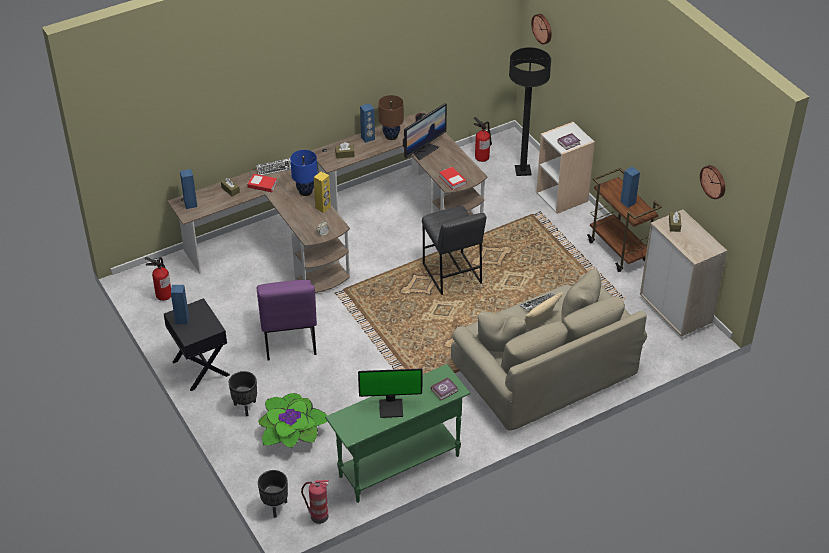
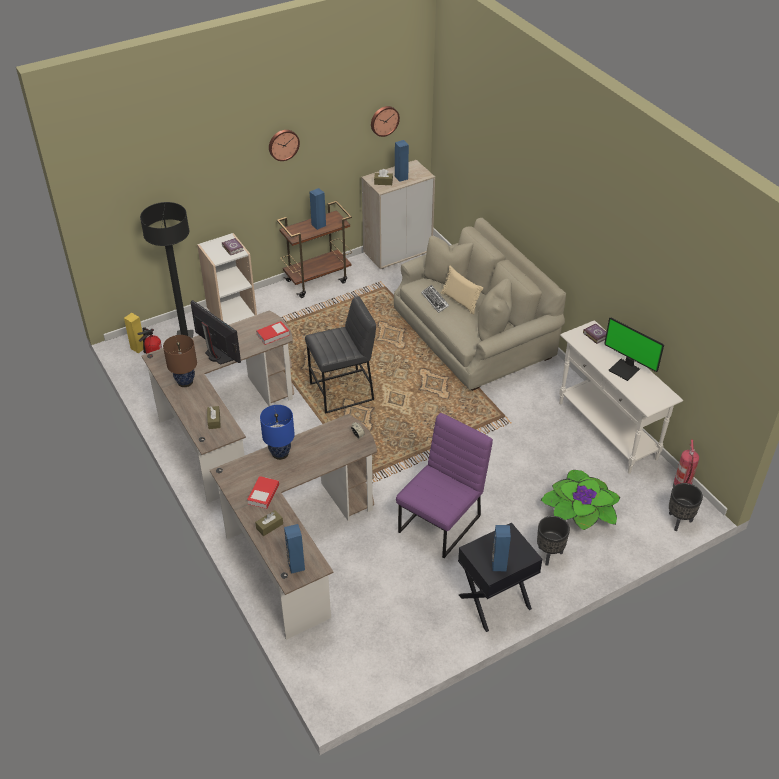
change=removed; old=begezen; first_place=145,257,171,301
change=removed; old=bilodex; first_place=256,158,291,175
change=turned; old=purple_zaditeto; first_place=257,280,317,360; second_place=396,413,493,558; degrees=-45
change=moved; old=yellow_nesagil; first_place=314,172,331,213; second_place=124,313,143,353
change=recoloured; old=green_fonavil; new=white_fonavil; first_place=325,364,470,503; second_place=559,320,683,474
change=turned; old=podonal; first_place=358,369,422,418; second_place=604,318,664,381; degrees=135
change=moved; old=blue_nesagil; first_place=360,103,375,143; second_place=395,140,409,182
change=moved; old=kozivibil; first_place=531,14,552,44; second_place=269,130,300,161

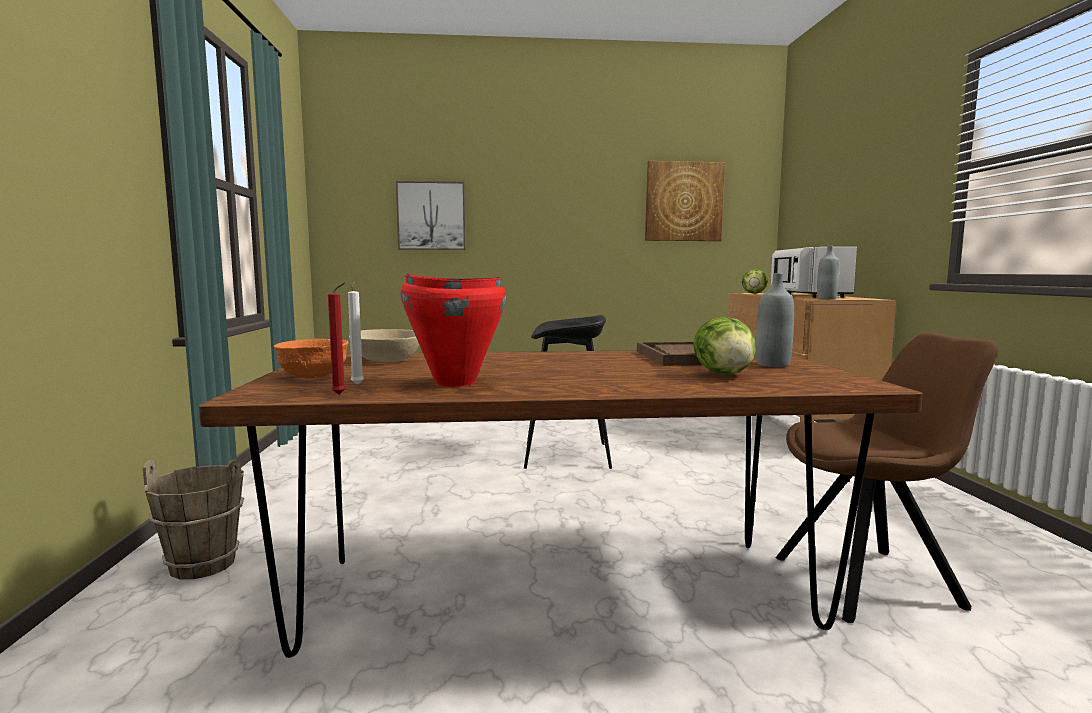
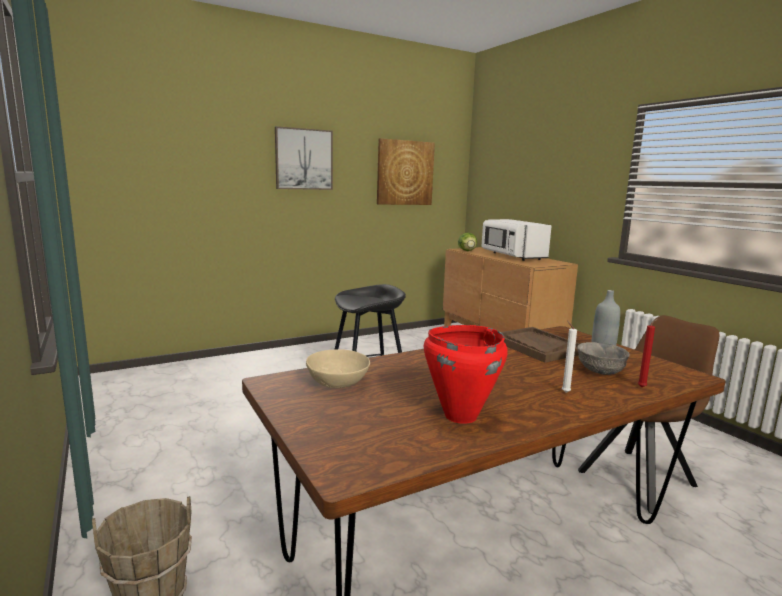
change=removed; old=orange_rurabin; first_place=274,339,349,378
change=moved; old=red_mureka; first_place=328,282,346,395; second_place=638,319,657,387
change=moved; old=white_mureka; first_place=348,281,364,385; second_place=562,320,577,393
change=moved; old=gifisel; first_place=396,181,466,250; second_place=275,126,333,190
change=replaced; old=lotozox; new=grey_rurabin; first_place=693,317,756,375; second_place=577,342,630,375
change=removed; old=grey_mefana; first_place=817,246,839,300

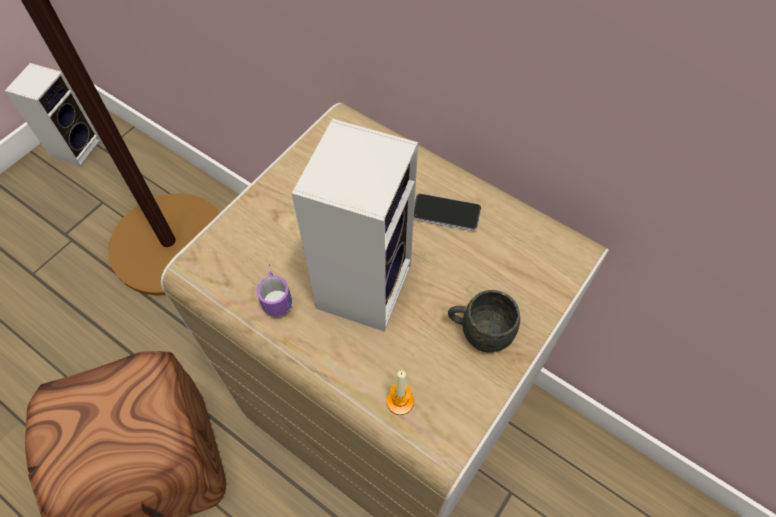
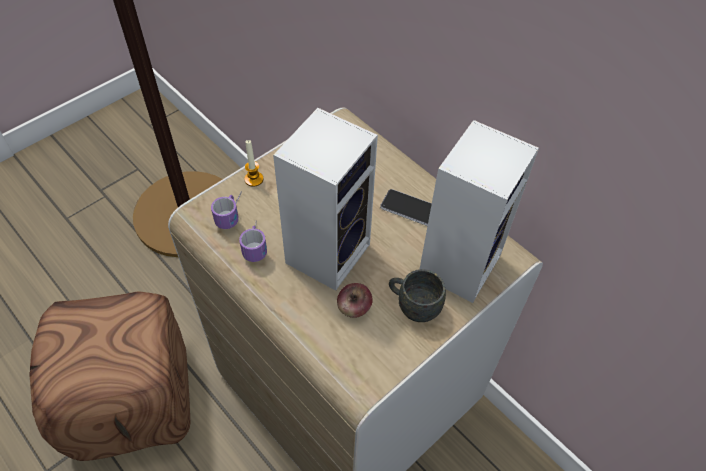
change=moved; old=nesagil; first_place=4,63,101,166; second_place=420,120,539,303
change=moved; old=mureka; first_place=387,370,414,415; second_place=244,140,263,187
change=added; new=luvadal; second_place=211,191,242,229
change=added; new=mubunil; second_place=337,283,373,318

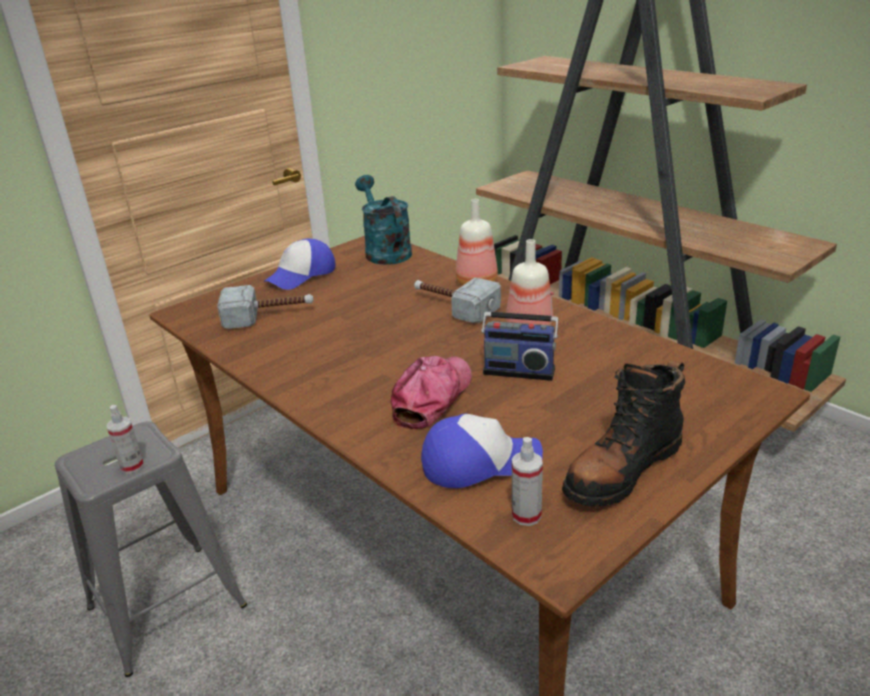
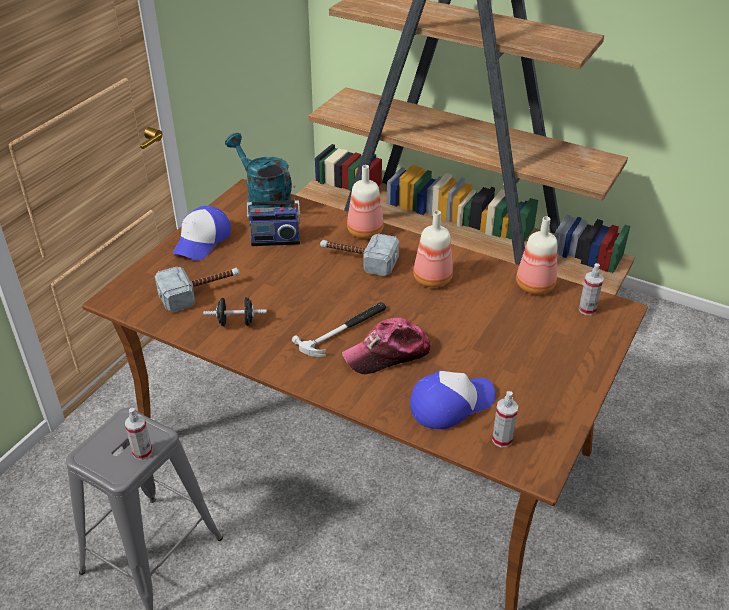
change=turned; old=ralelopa; first_place=391,356,472,429; second_place=342,318,432,374; degrees=-120
change=moved; old=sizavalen; first_place=481,292,559,381; second_place=247,185,300,246
change=removed; old=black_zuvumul; first_place=562,360,685,507
change=added; new=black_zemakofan; second_place=203,297,267,327
change=added; new=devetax; second_place=292,302,386,357
change=added; new=mefana; second_place=516,217,558,294
change=added; new=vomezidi; second_place=579,263,604,315

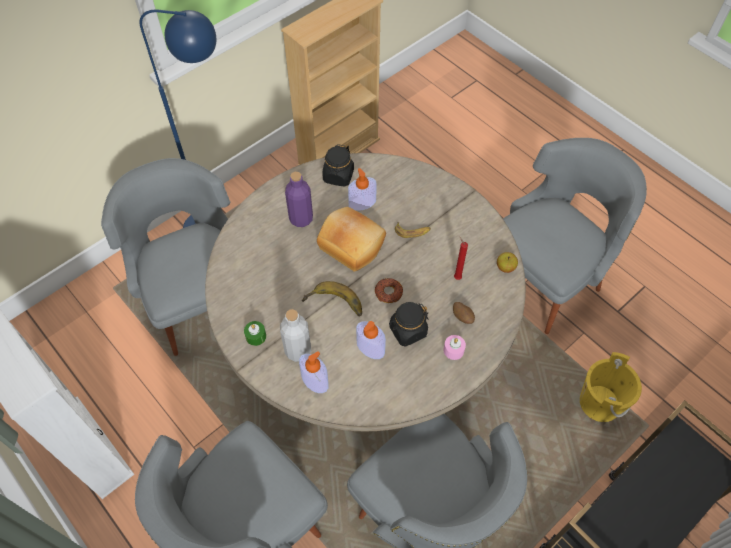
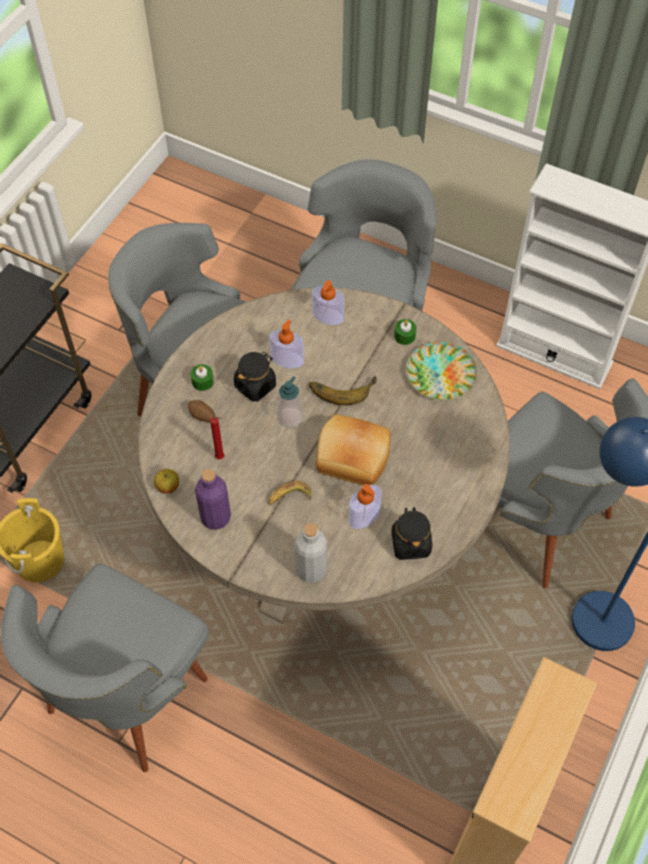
change=moved; old=grey_mefana; first_place=280,309,311,362; second_place=295,523,327,583
change=moved; old=purple_mefana; first_place=285,172,313,227; second_place=195,469,231,530
change=replaced; old=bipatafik; new=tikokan; first_place=375,278,403,303; second_place=277,377,303,428
change=recoloured; old=pink_mureka; new=green_mureka; first_place=443,335,466,360; second_place=190,364,214,391
change=added; new=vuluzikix; second_place=406,342,477,400

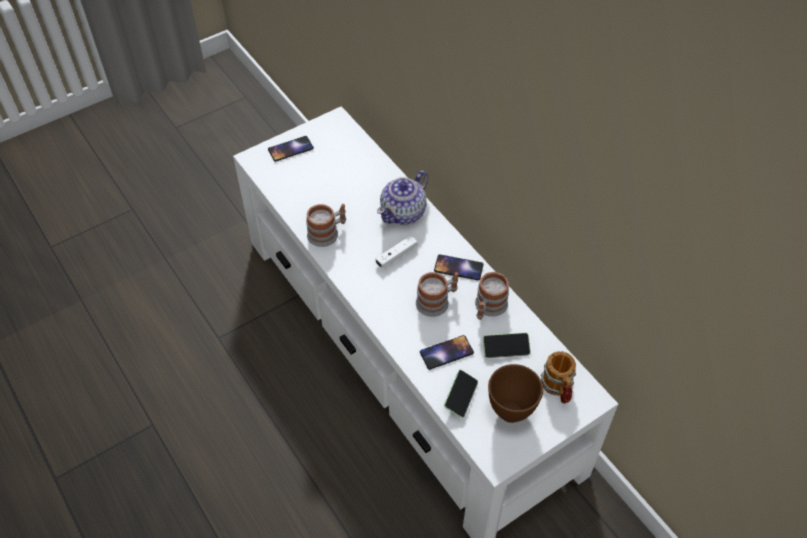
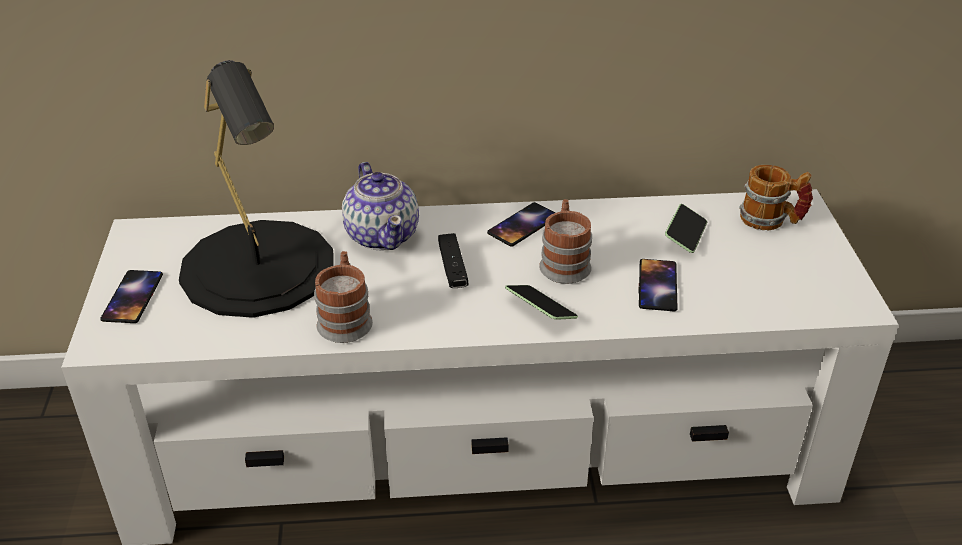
change=recoloured; old=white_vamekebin; new=black_vamekebin; first_place=375,235,418,268; second_place=438,233,469,288
change=moved; old=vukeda; first_place=444,370,478,418; second_place=505,285,578,320
change=removed; old=luvadal; first_place=475,272,509,320
change=removed; old=brown_rurabin; first_place=488,364,543,423
change=added; new=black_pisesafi; second_place=179,60,333,318

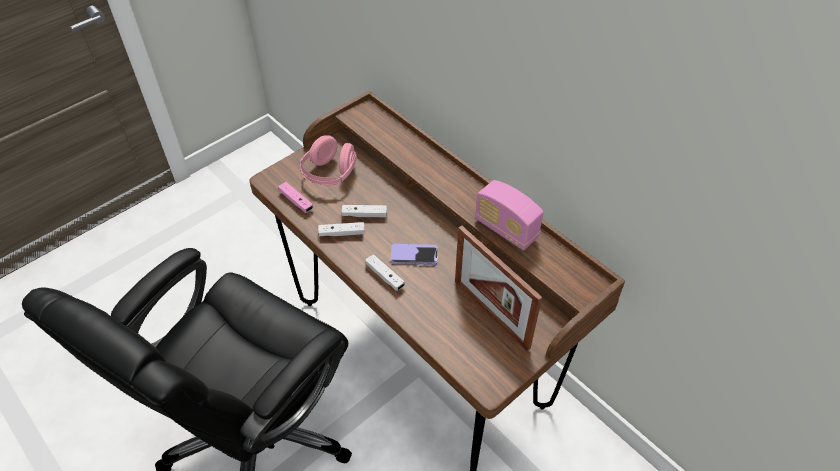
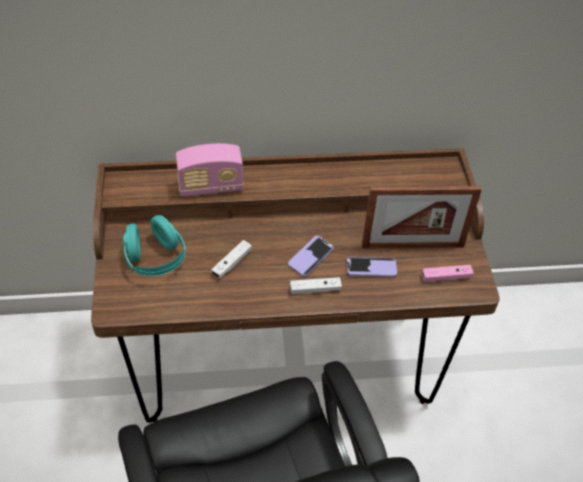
change=moved; old=pink_vamekebin; first_place=278,182,313,213; second_place=422,265,473,282
change=recoloured; old=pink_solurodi; new=turquoise_solurodi; first_place=300,135,357,185; second_place=123,215,186,276
change=removed; old=white_vamekebin; first_place=318,222,365,236
change=moved; old=sizavalen; first_place=475,180,544,250; second_place=176,143,244,197
change=added; new=vukeda; second_place=347,257,397,277

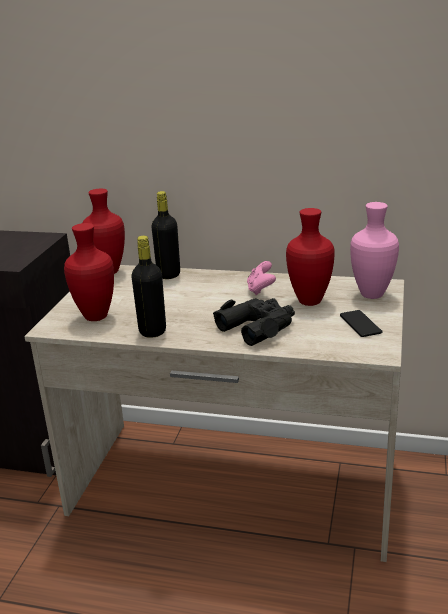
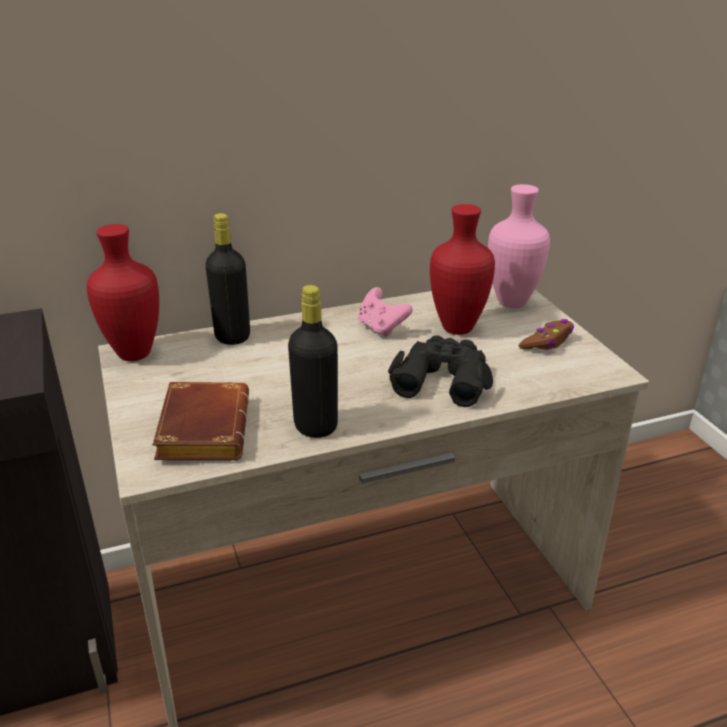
change=replaced; old=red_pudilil; new=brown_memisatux; first_place=64,223,114,321; second_place=153,382,249,460
change=replaced; old=vukeda; new=brown_vamekebin; first_place=340,310,382,337; second_place=519,319,574,350

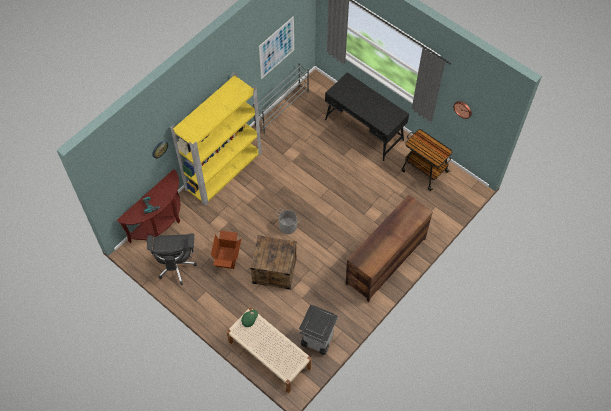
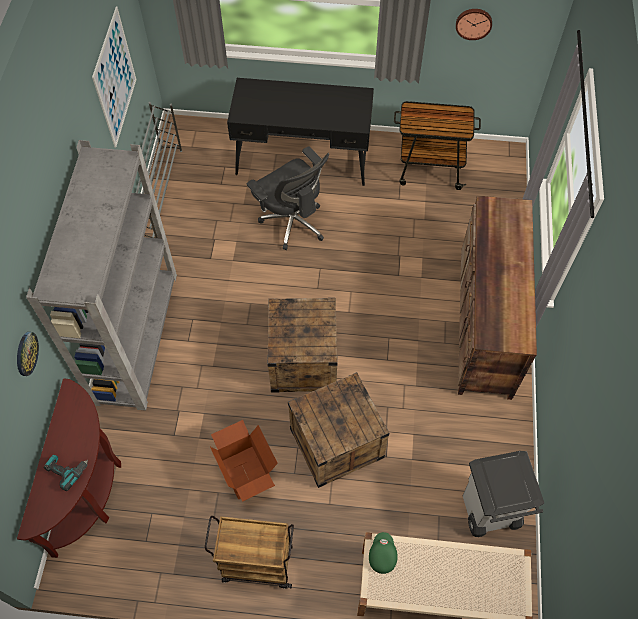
change=moved; old=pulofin; first_place=147,233,197,285; second_place=247,146,329,250
change=recoloured; old=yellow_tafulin; new=grey_tafulin; first_place=170,72,262,206; second_place=26,140,177,411
change=replaced; old=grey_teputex; new=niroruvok; first_place=276,208,300,234; second_place=267,298,338,393
change=added; new=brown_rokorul; second_place=205,516,294,589

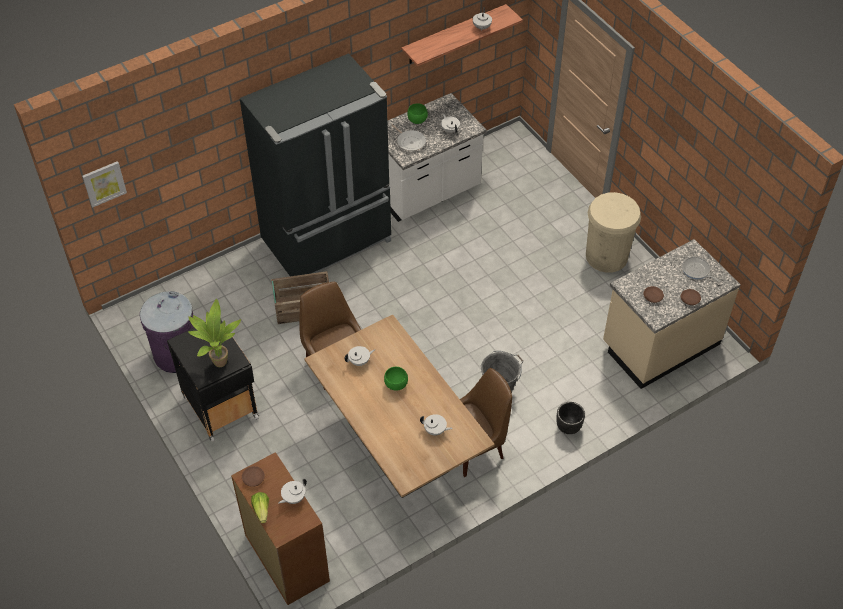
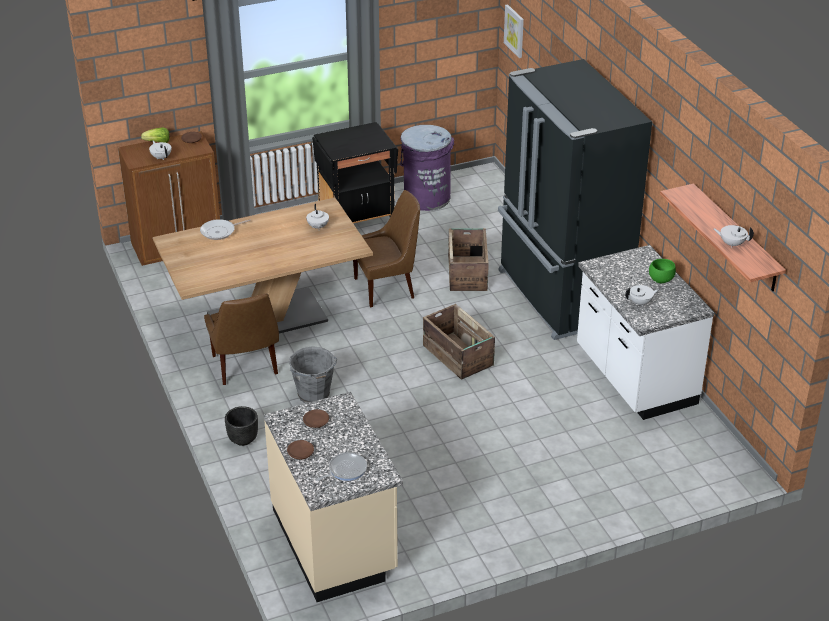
change=removed; old=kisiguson; first_place=188,299,241,367
change=removed; old=green_rurabin; first_place=384,367,408,391
change=moved; old=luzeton; first_place=391,124,426,151; second_place=200,219,251,240
change=removed; old=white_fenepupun; first_place=420,414,453,436
change=removed; old=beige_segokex; first_place=586,192,641,273
change=added; new=niroruvok; second_place=423,304,495,380

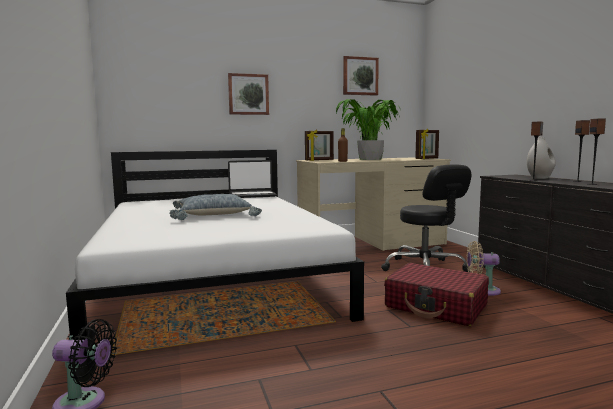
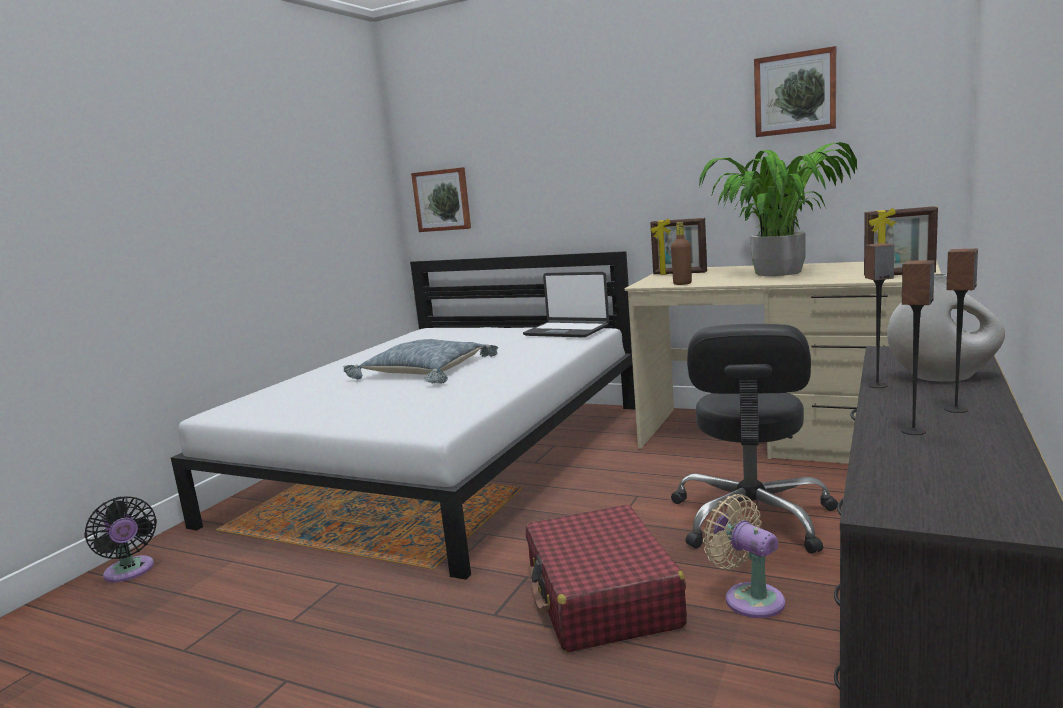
change=moved; old=gifisel; first_place=228,73,269,115; second_place=411,167,471,232

